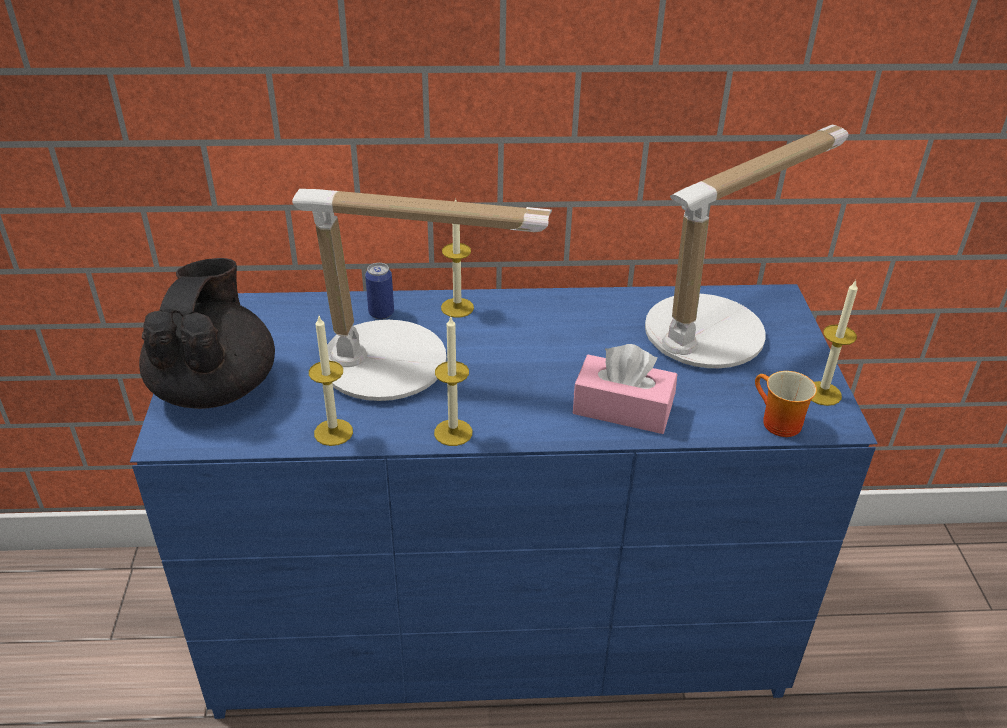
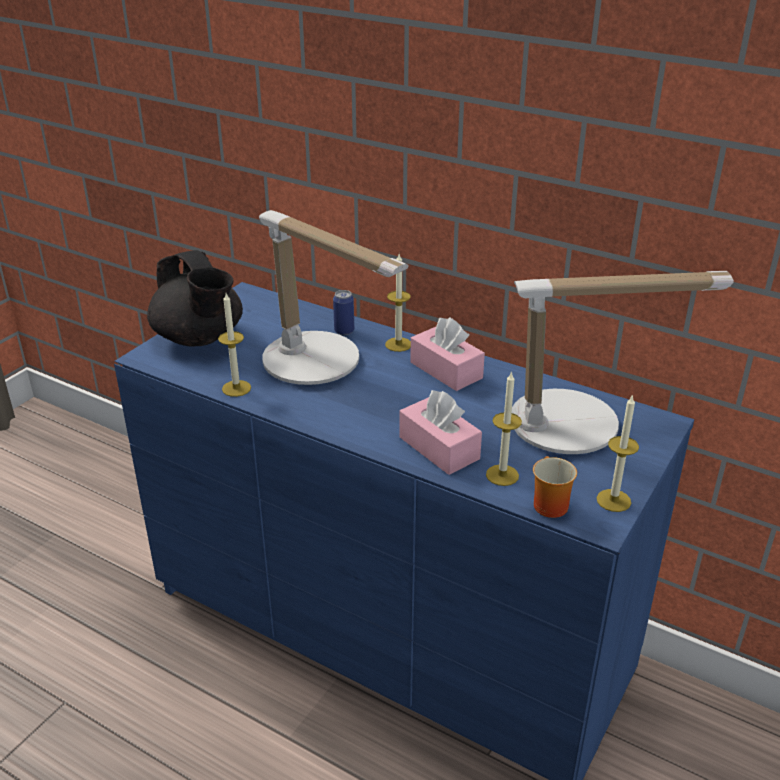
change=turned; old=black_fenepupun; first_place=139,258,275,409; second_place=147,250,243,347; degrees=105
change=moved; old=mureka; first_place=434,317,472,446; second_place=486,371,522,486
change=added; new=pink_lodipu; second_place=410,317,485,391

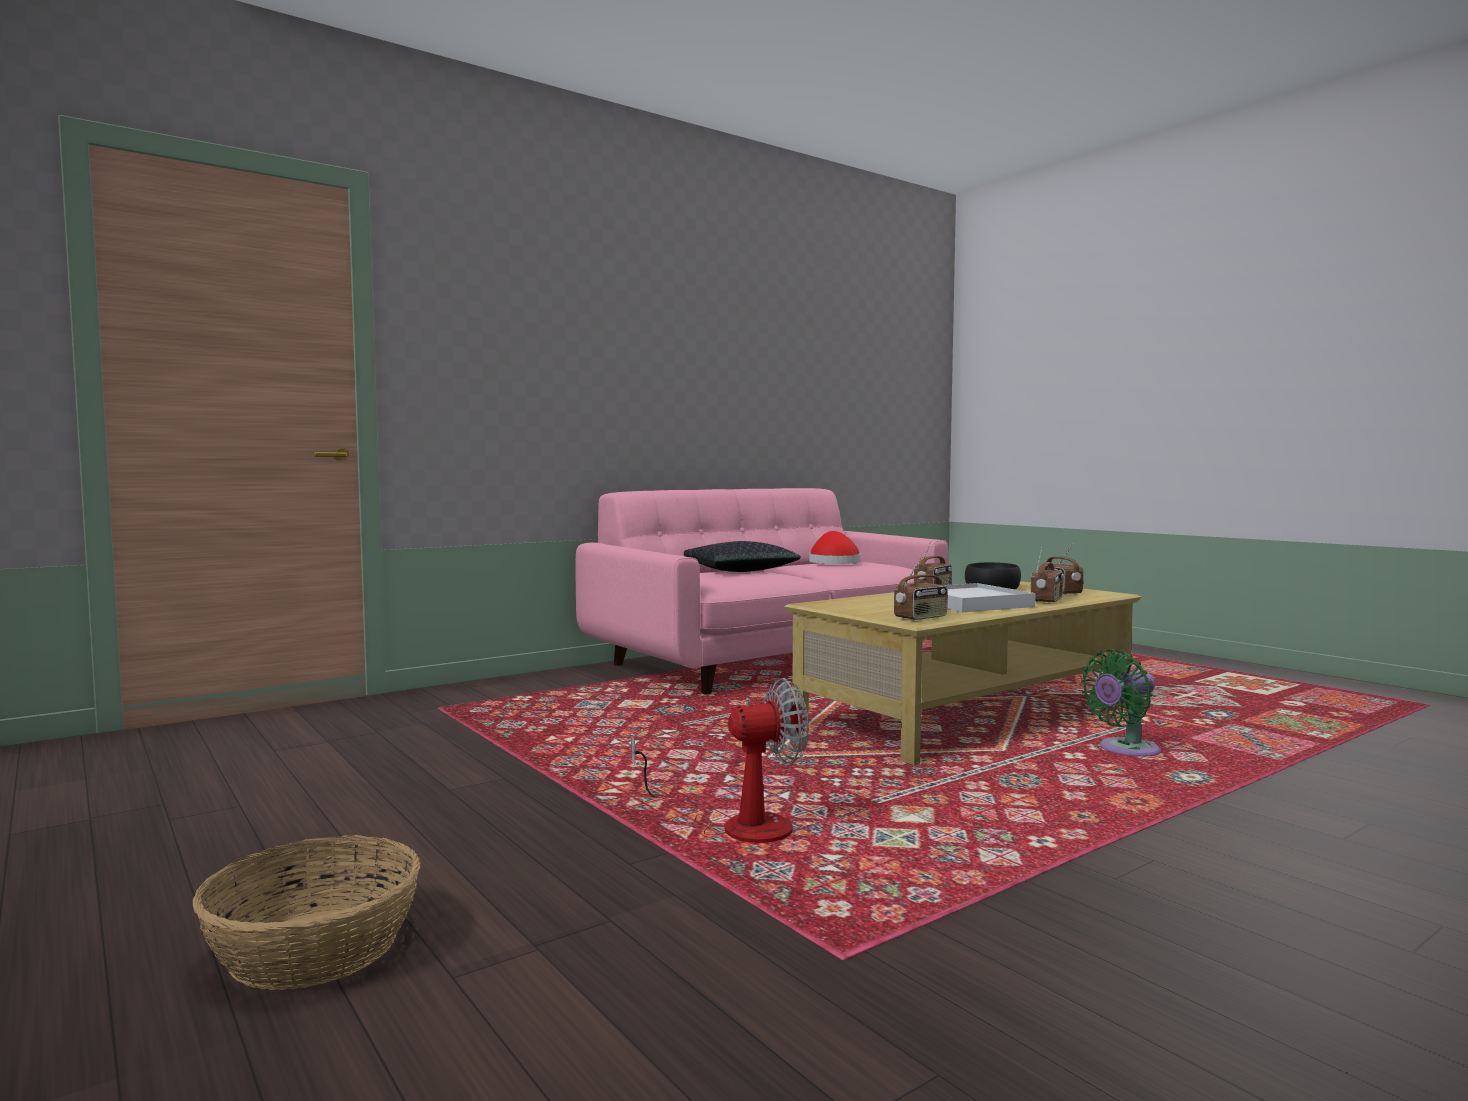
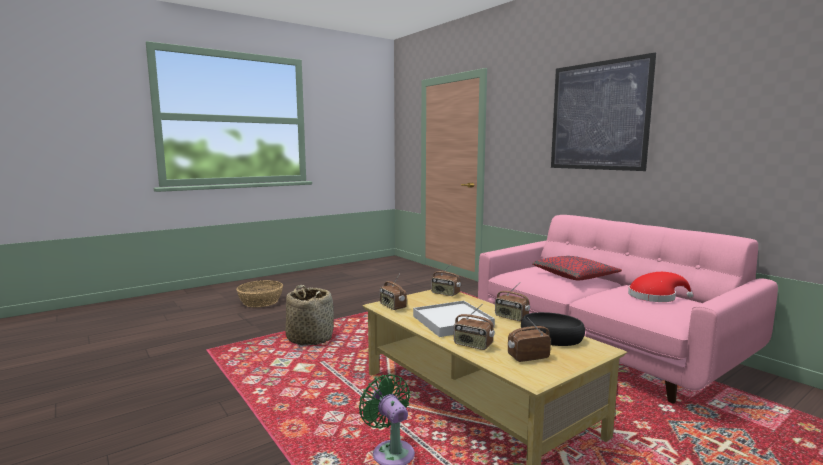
change=replaced; old=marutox; new=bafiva; first_place=631,678,809,843; second_place=286,285,334,346
change=recoloured; old=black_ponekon; new=red_ponekon; first_place=684,541,801,572; second_place=532,256,622,280
change=added; new=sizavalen; second_place=431,266,461,296
change=added; new=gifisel; second_place=551,53,656,171

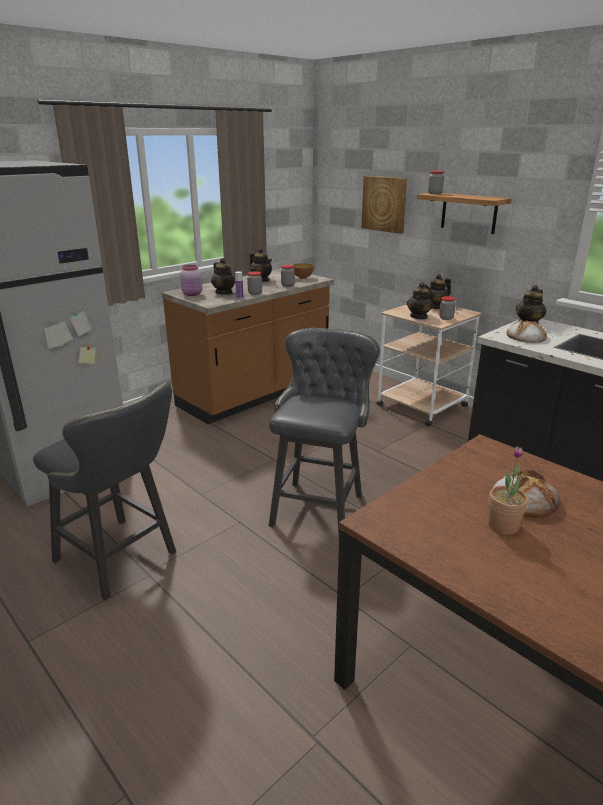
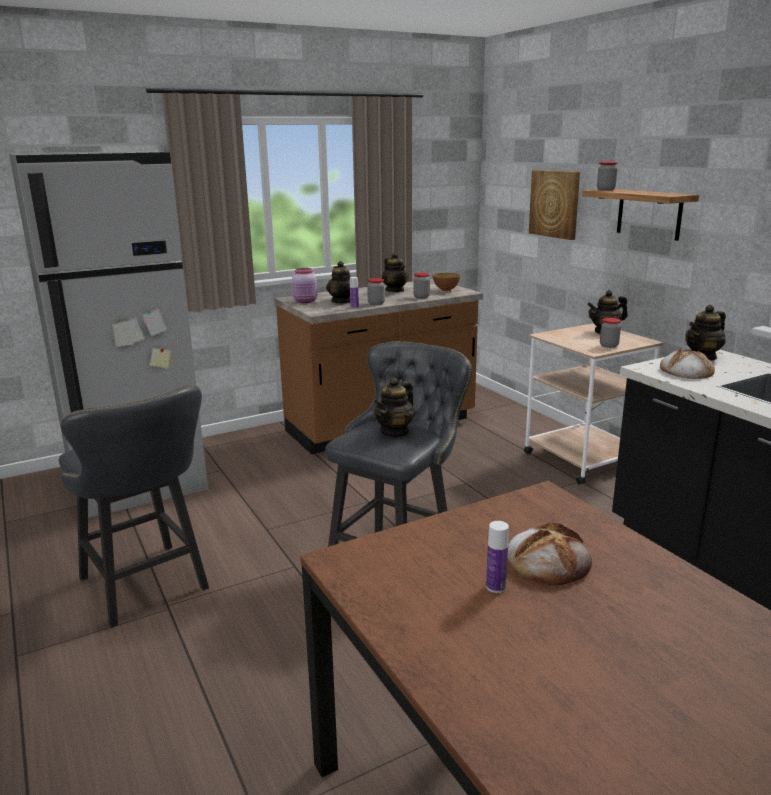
change=moved; old=fenepupun; first_place=407,282,433,319; second_place=374,377,414,438
change=replaced; old=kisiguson; new=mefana; first_place=488,446,528,535; second_place=486,521,509,593

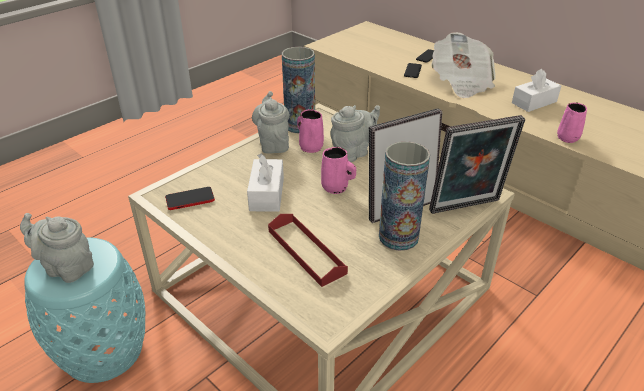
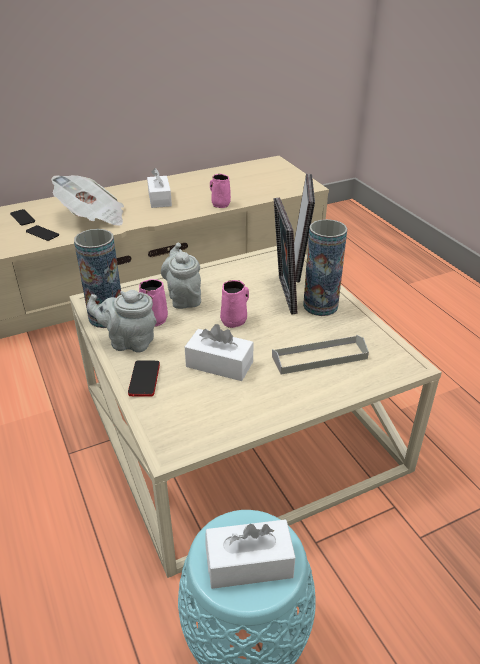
change=replaced; old=grey_fenepupun; new=white_lodipu; first_place=20,213,94,283; second_place=205,519,296,589
change=moved; old=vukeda; first_place=165,187,215,210; second_place=128,360,160,397
change=recoloured; old=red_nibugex; new=grey_nibugex; first_place=268,214,348,287; second_place=272,335,369,375

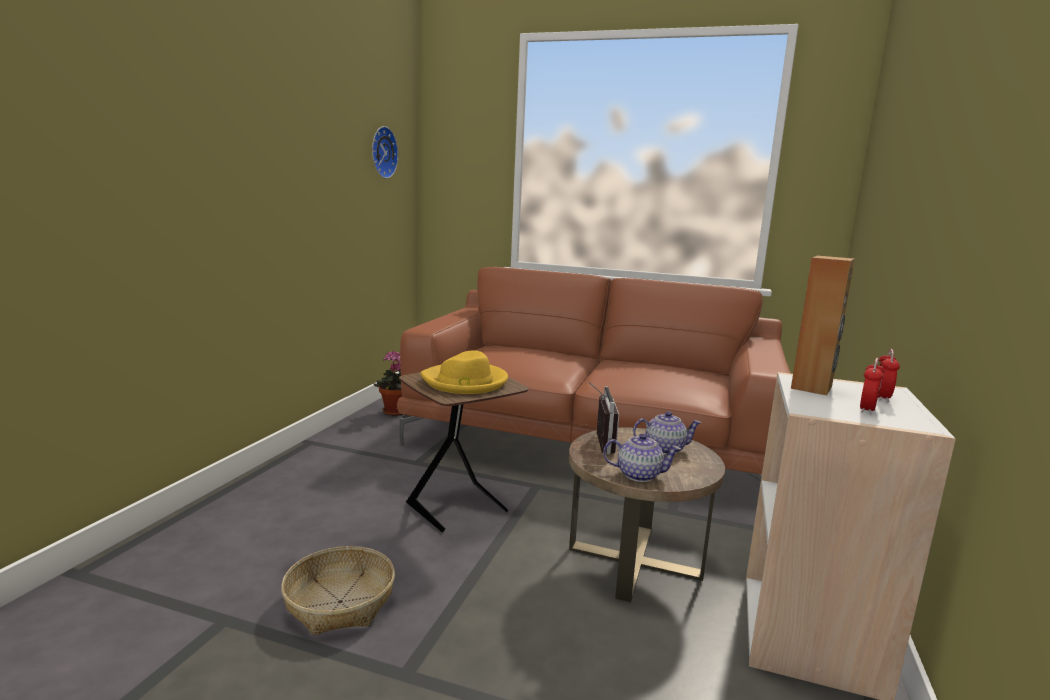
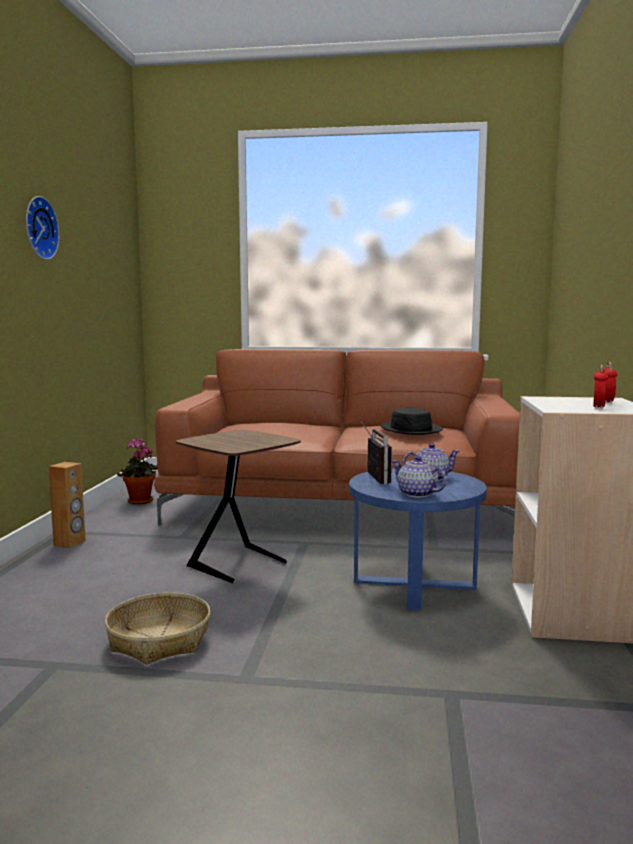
change=moved; old=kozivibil; first_place=372,126,399,179; second_place=26,196,60,260
change=removed; old=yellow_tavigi; first_place=420,350,508,394
change=recoloured; old=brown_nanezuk; new=blue_nanezuk; first_place=569,428,725,602; second_place=349,468,487,610
change=turned; old=fenepupun; first_place=603,433,681,482; second_place=392,456,447,498; degrees=-135
change=moved; old=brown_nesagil; first_place=791,256,855,395; second_place=48,462,86,548
change=added; new=black_tavigi; second_place=380,408,443,435

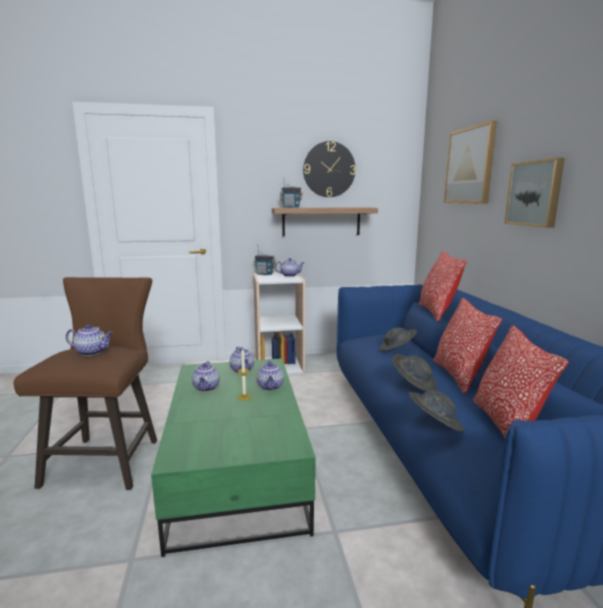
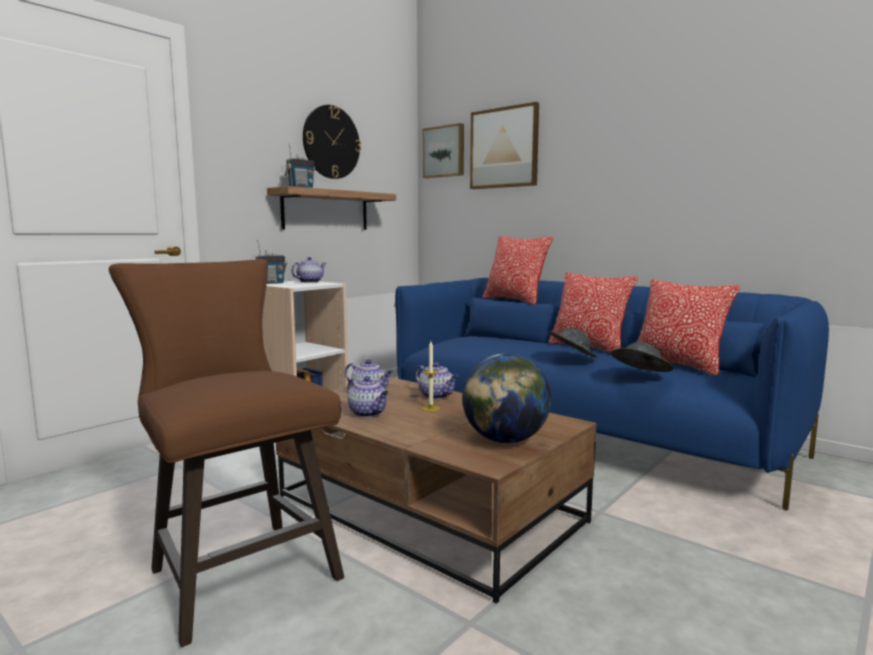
change=removed; old=fenepupun; first_place=66,324,113,356
change=recoloured; old=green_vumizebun; new=brown_vumizebun; first_place=151,359,316,557; second_place=276,377,597,604
change=removed; old=grey_tavigi; first_place=379,328,417,351
change=moved; old=gifisel; first_place=504,158,565,228; second_place=423,123,464,178
change=added; new=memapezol; second_place=462,354,551,444

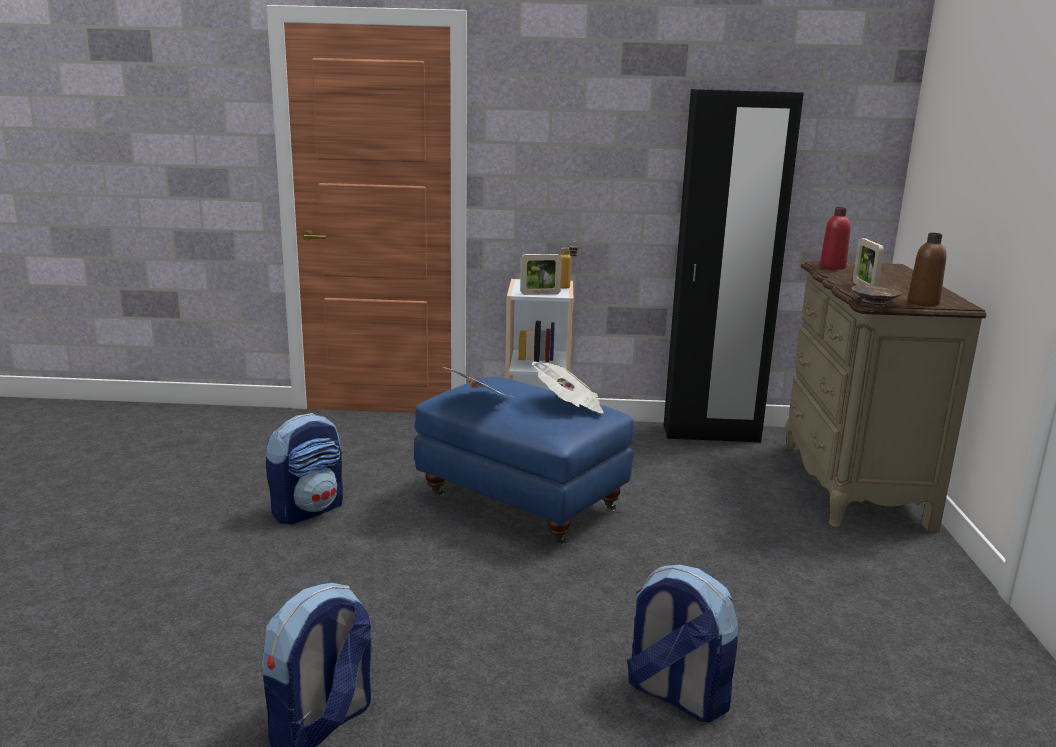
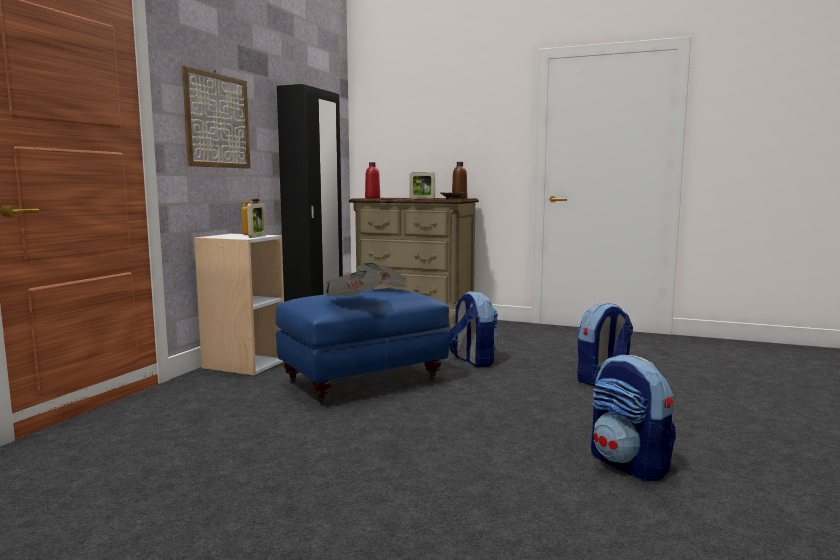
change=moved; old=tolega; first_place=266,413,343,524; second_place=449,291,498,367
change=added; new=gifisel; second_place=182,66,250,169

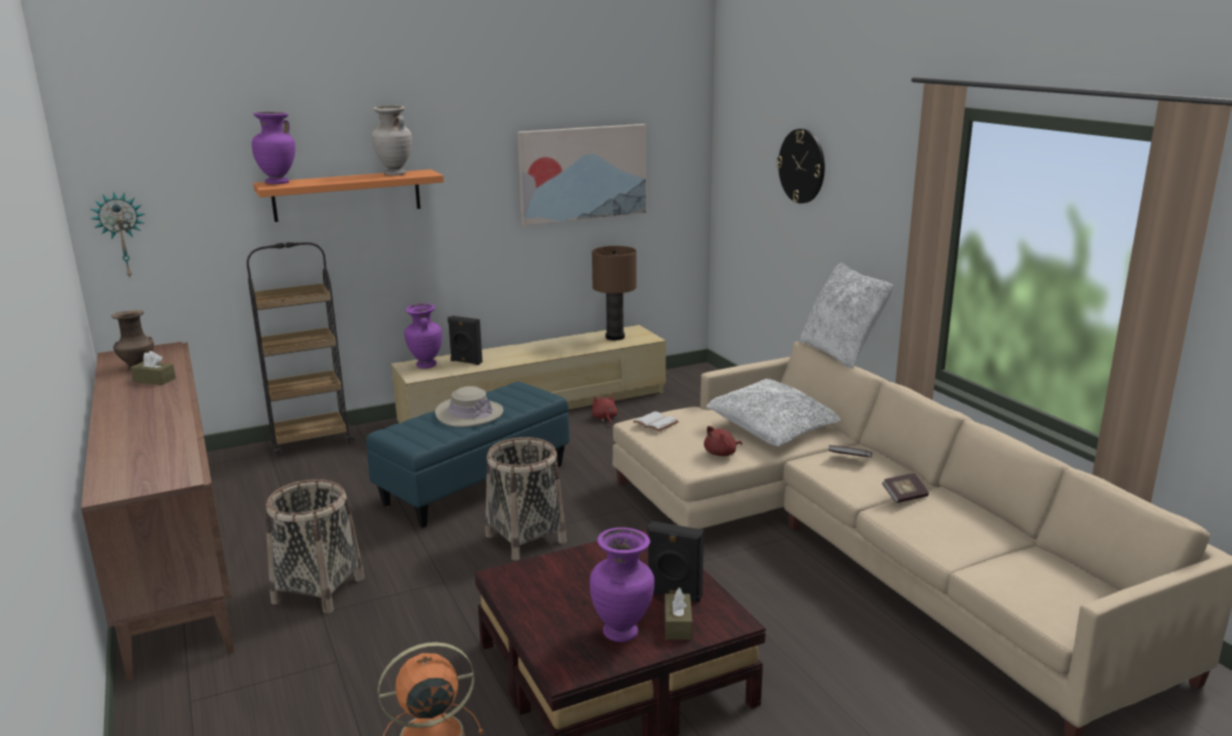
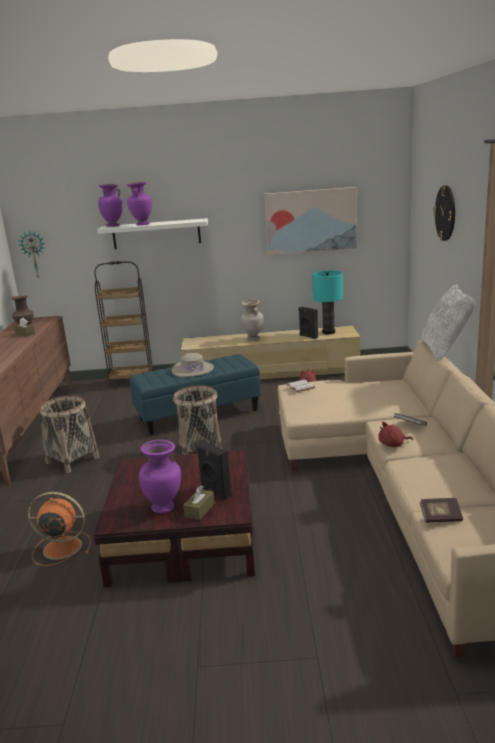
change=recoloured; old=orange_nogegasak; new=white_nogegasak; first_place=253,169,444,222; second_place=97,218,208,249
change=moved; old=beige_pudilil; first_place=371,106,412,176; second_place=240,300,264,341
change=moved; old=purple_pudilil; first_place=404,303,442,369; second_place=127,182,152,226
change=moved; old=black_nesagil; first_place=448,316,482,365; second_place=299,307,318,339
change=recoloured; old=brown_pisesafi; new=turquoise_pisesafi; first_place=592,246,637,340; second_place=312,270,343,334
change=moved; old=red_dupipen; first_place=704,426,742,456; second_place=378,422,413,447
change=removed; old=white_ponekon; first_place=706,379,840,446
change=moved; old=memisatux; first_place=882,473,929,503; second_place=420,498,463,523

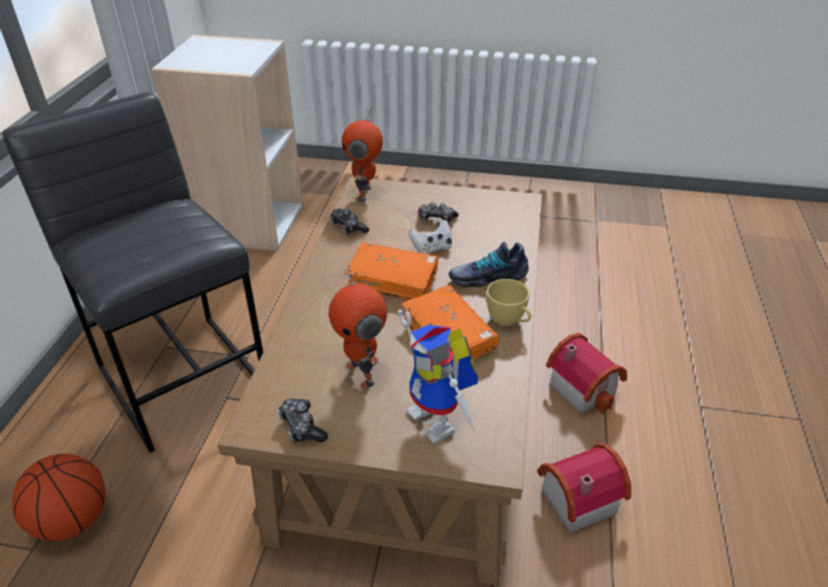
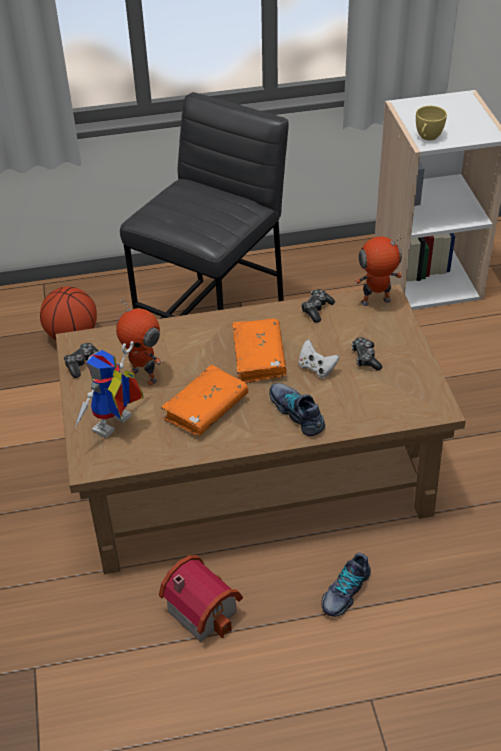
change=turned; old=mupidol; first_place=329,265,387,389; second_place=116,297,162,385; degrees=-90
change=moved; old=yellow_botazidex; first_place=487,279,531,326; second_place=416,106,447,140
change=replaced; old=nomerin; new=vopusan; first_place=546,333,627,414; second_place=322,553,371,617

